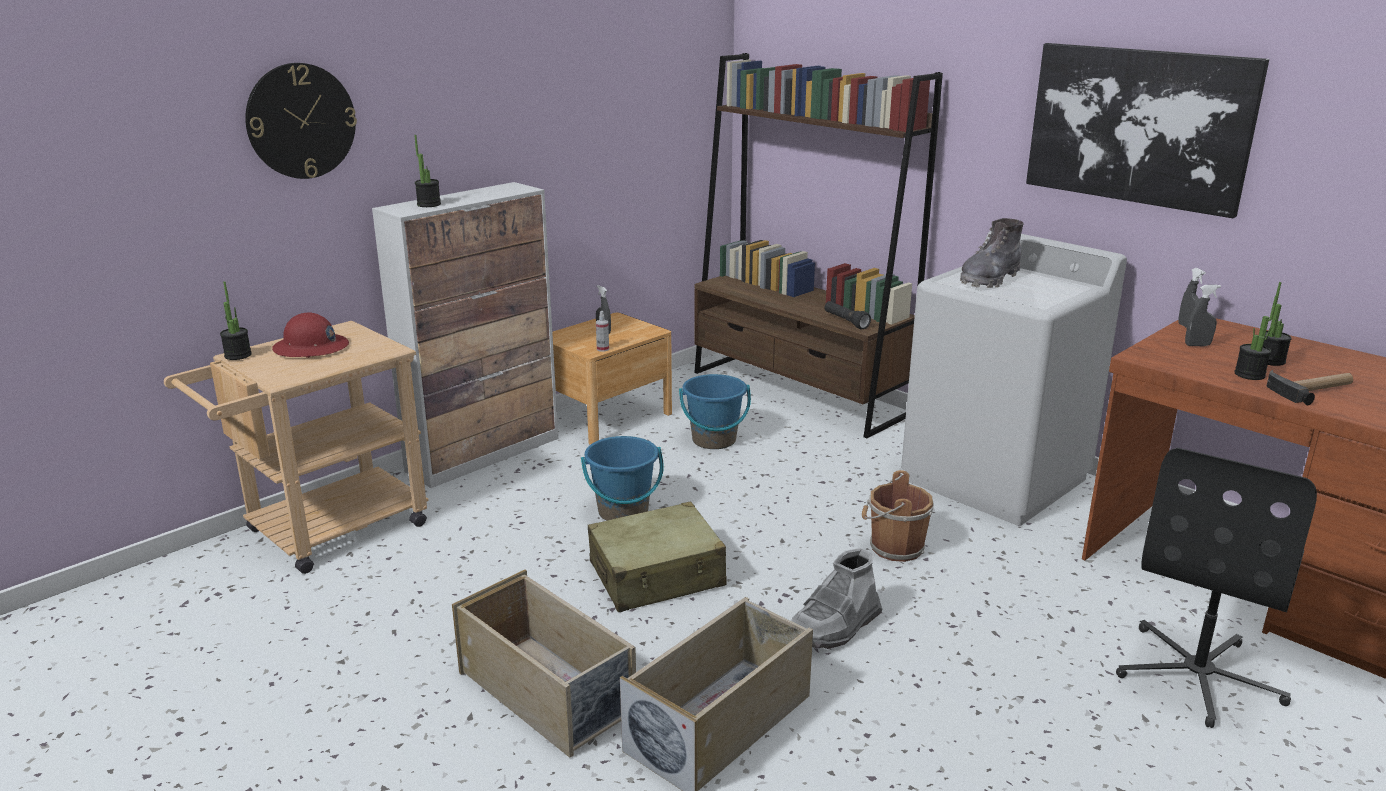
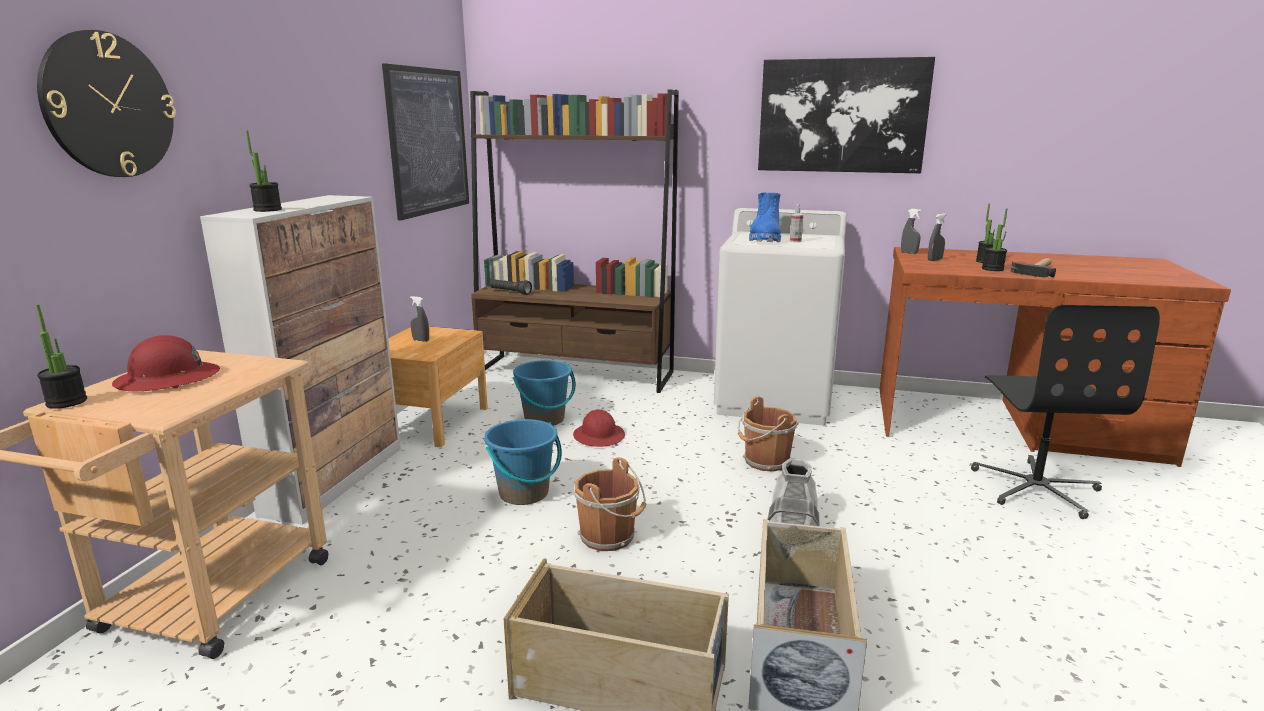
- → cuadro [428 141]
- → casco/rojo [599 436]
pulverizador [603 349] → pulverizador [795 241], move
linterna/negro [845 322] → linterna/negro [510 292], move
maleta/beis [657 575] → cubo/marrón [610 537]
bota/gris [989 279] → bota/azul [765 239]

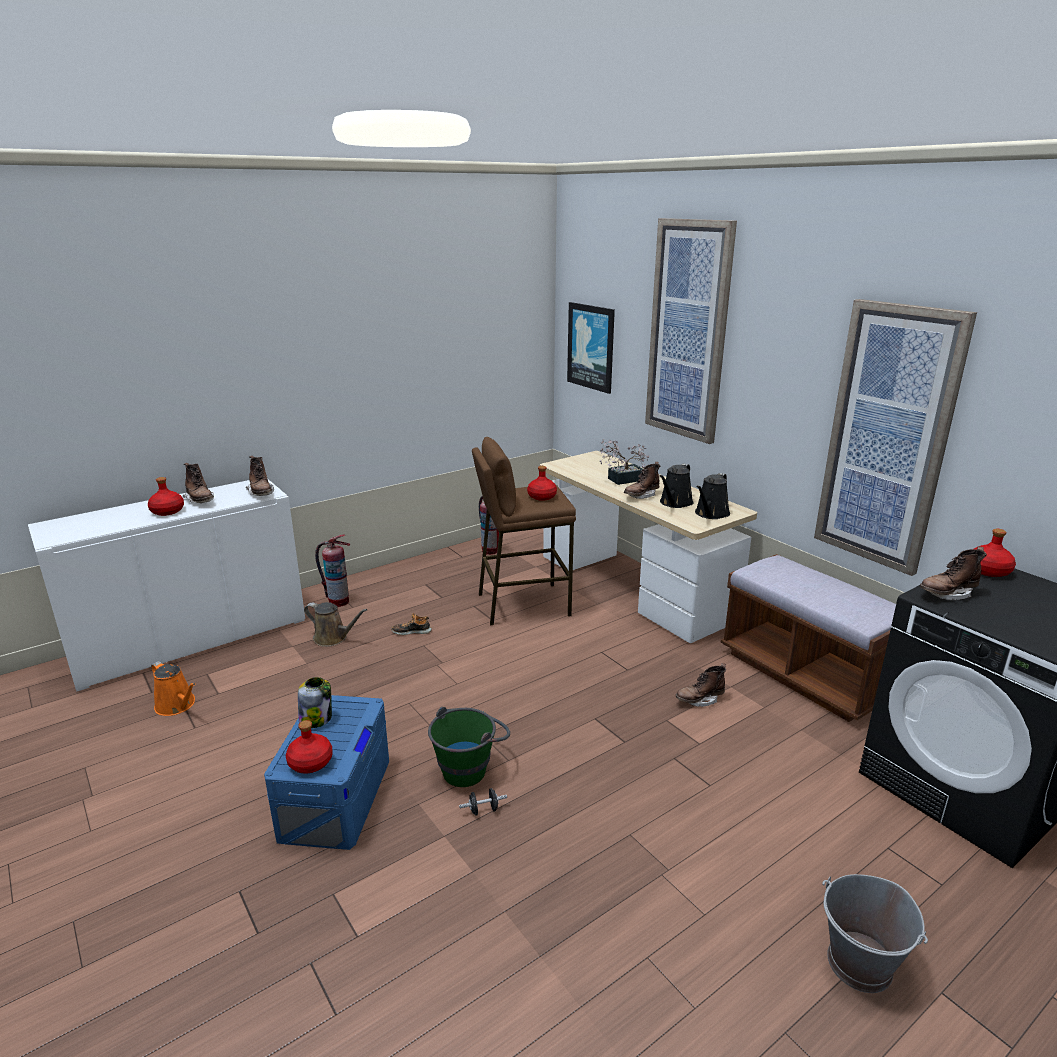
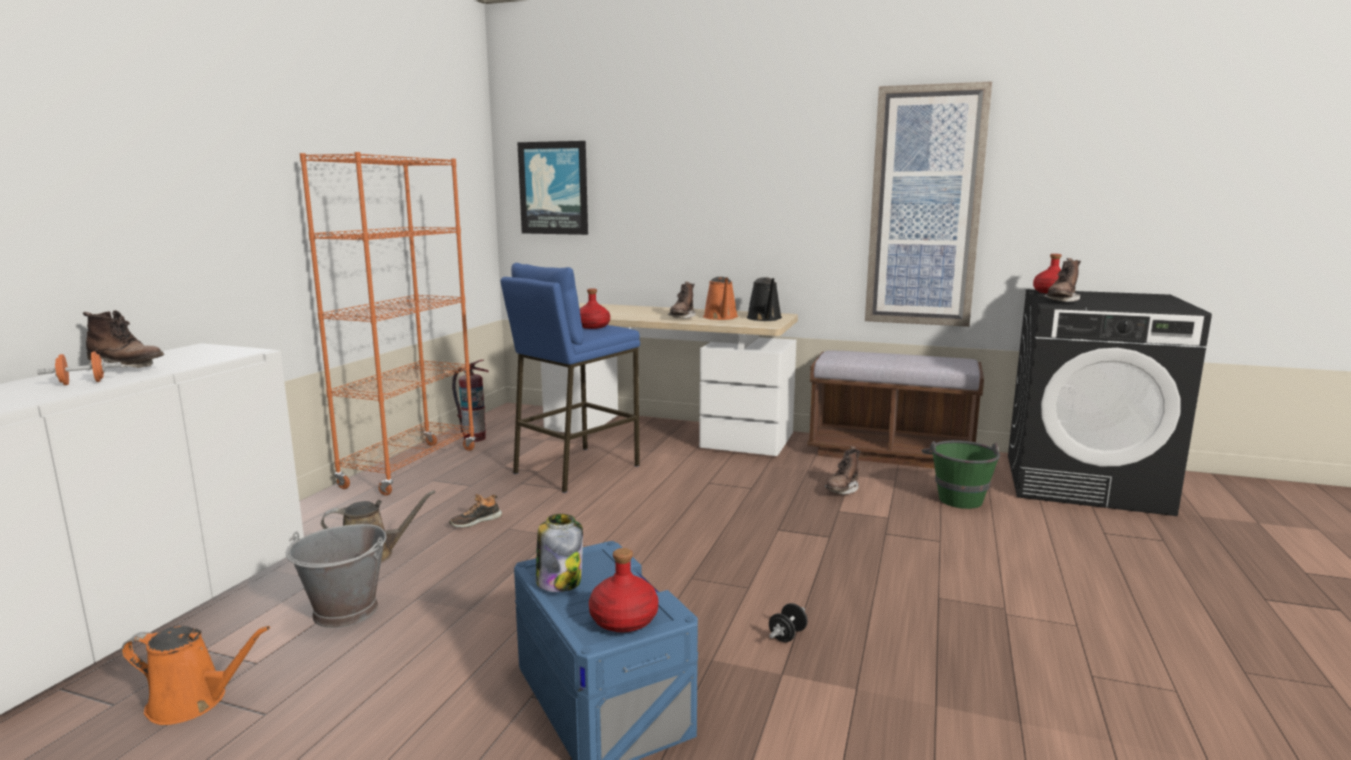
bota/marrón [261 493] → -
extintor [338 601] → -
planta en maceta [622 480] → -
cuadro [689 331] → -
- → estantería/naranja [411 468]
cubo/verde [470 766] → cubo/verde [957 496], move
cubo/gris [860 965] → cubo/gris [346 611], move
botella/rojo [168 511] → mancuerna/naranja [82 383]
taburete/marrón [522 604] → taburete/azul [575 469]
regadera/negro [675 503] → regadera/naranja [721 317]

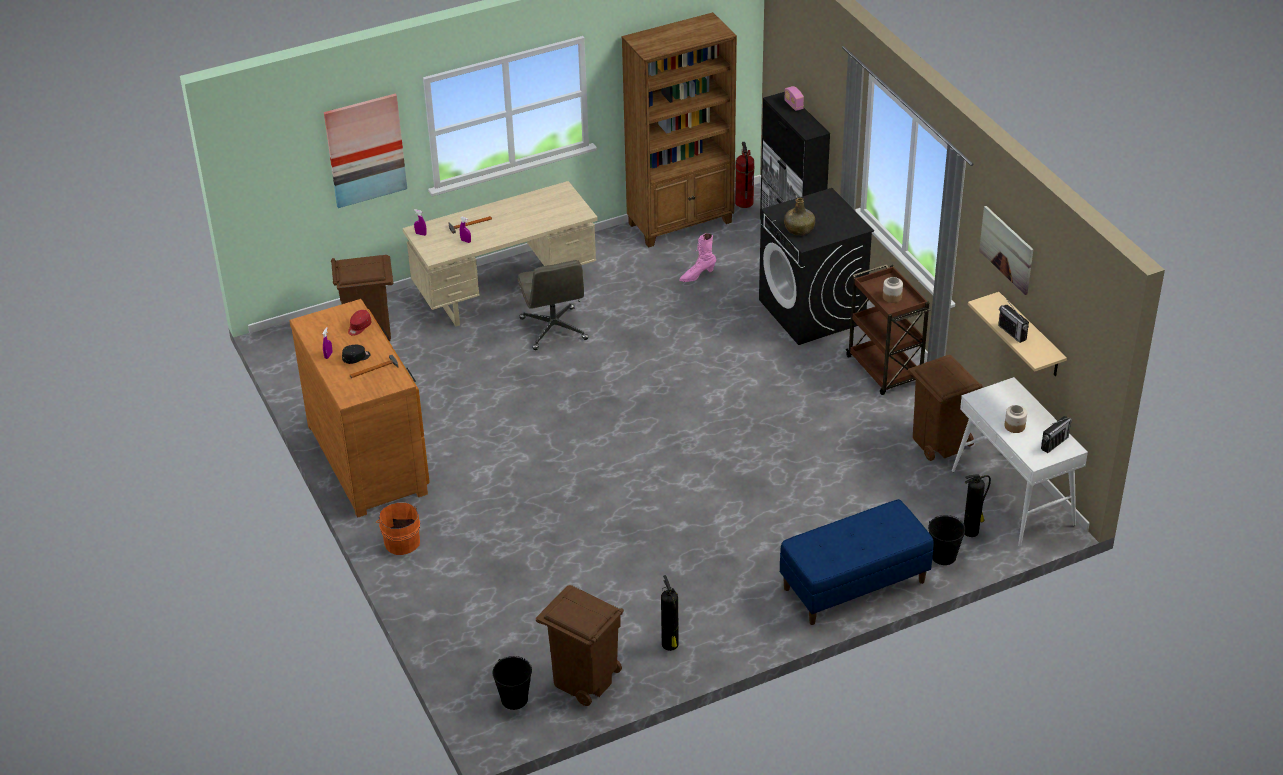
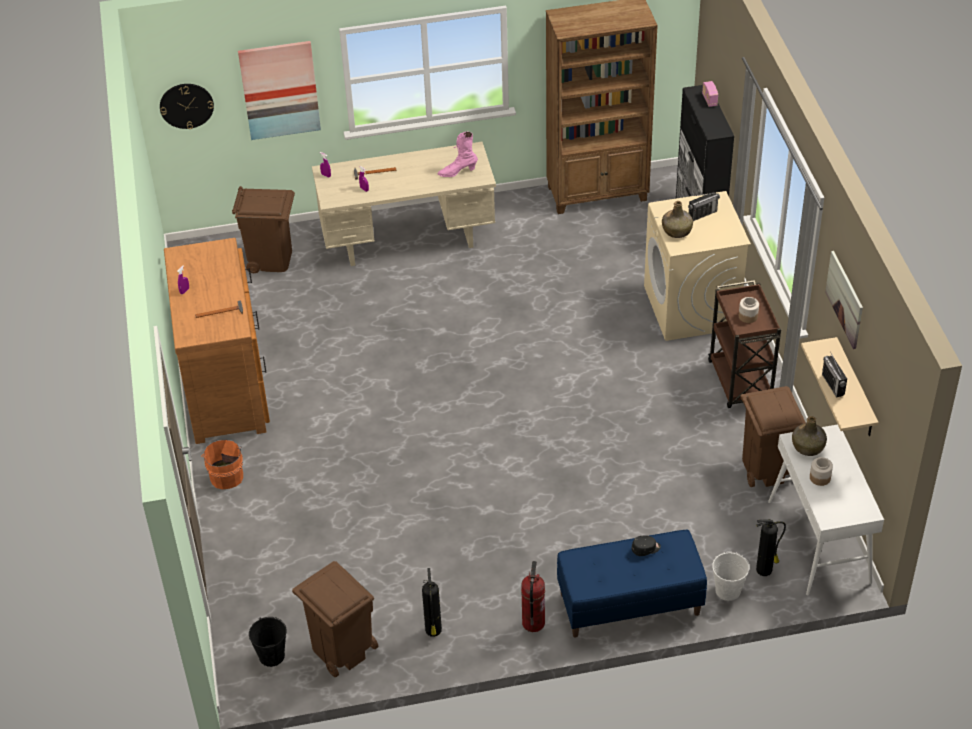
gorra/rojo [359 327] → -
silla de oficina/gris [554 329] → -
- → reloj de pared [186 105]
- → botella/verde [808 446]
gorra/negro [356 358] → gorra/negro [646 549], move
bota/rosa [697 275] → bota/rosa [457 172], move
extintor [744 203] → extintor [533 623], move
radio [1054 443] → radio [702 214], move
lavadora/negro [812 312] → lavadora/beis [691 308]
cubo/negro [943 556] → cubo/blanco [728 591]

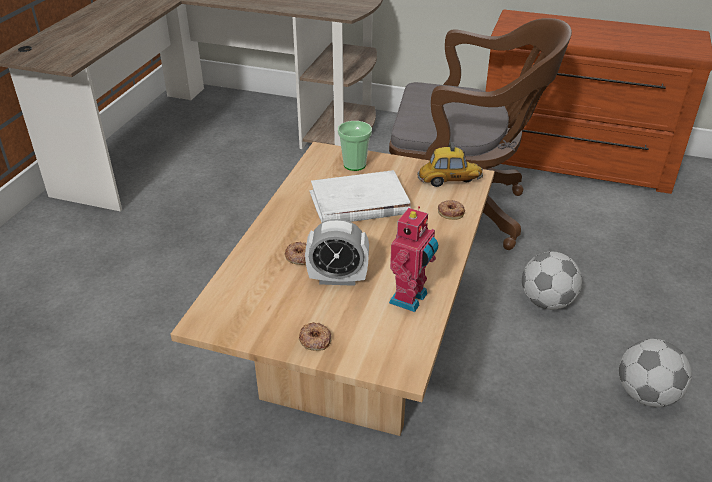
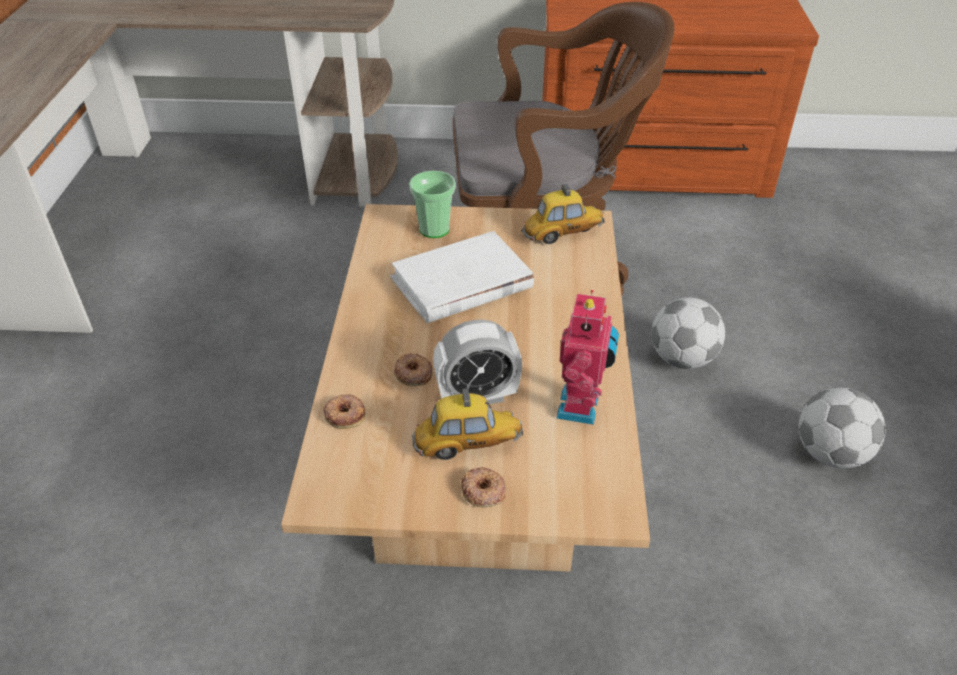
- → coche de juguete [467 444]
rosquilla [451 212] → rosquilla [345 414], move

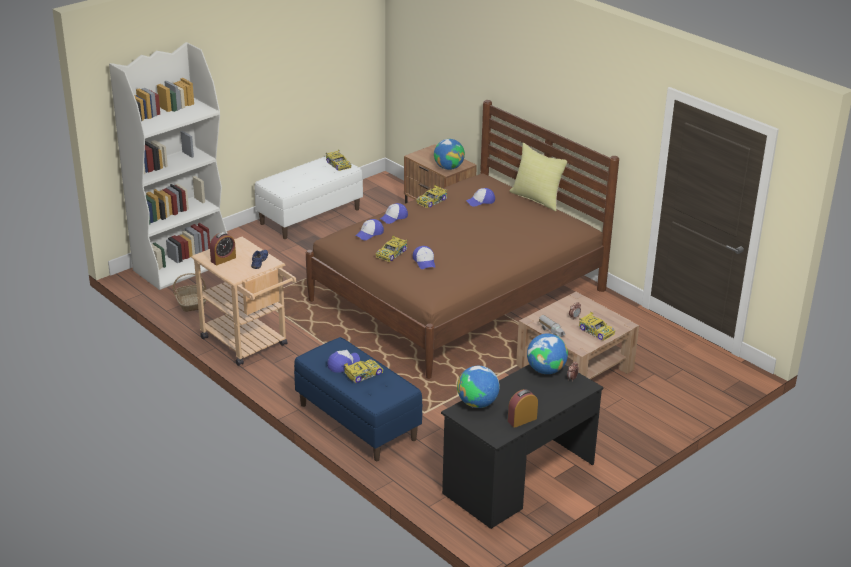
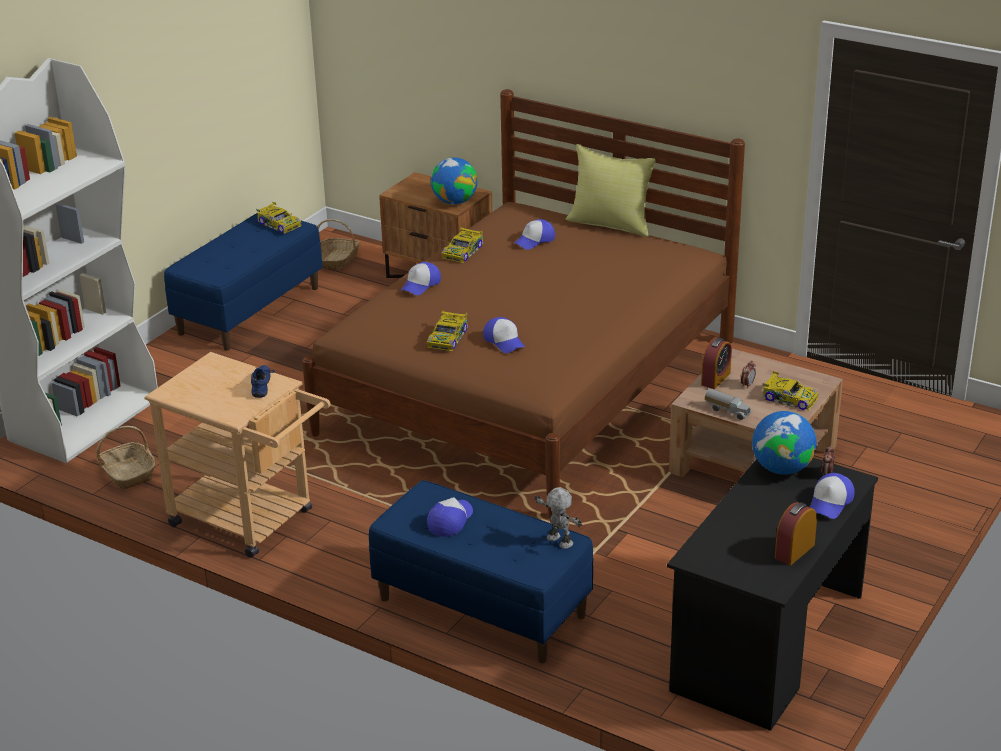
coche de juguete [362 374] → -
globo terráqueo [477 403] → -
- → cesta [337 260]
- → robot de juguete [558 541]
despertador [223 259] → despertador [715 379], move
gorra [369 234] → gorra [830 502], move
banco/blanco [310 216] → banco/azul [249 310]

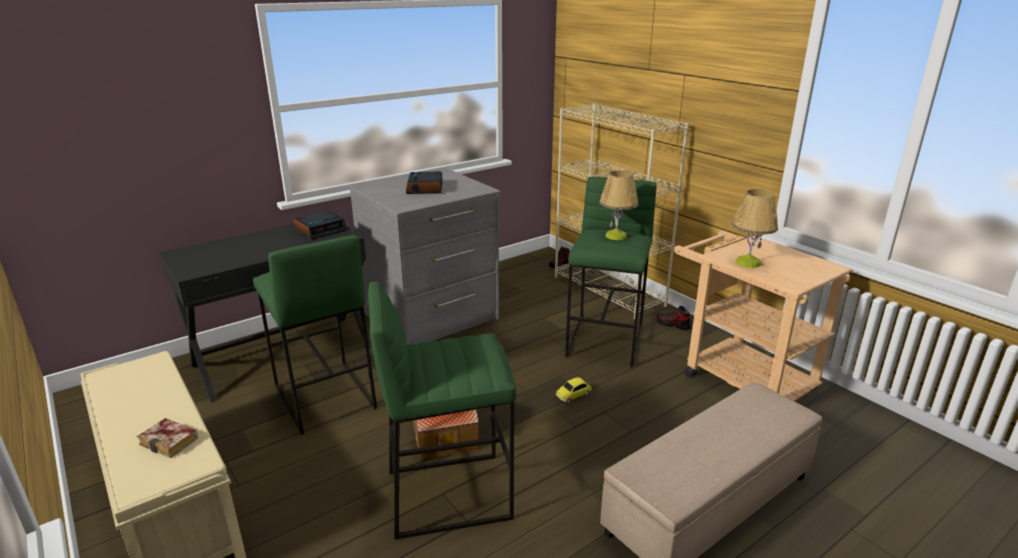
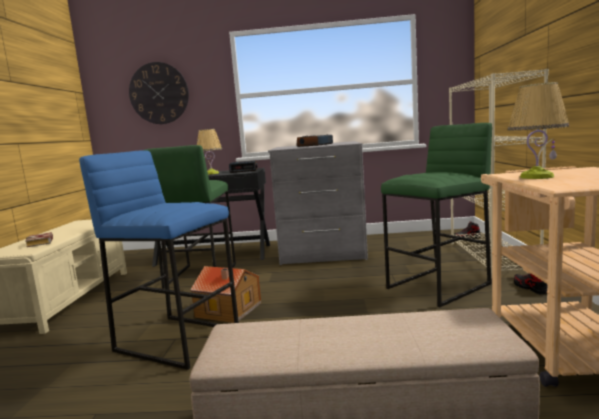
coche de juguete [573 395] → -
- → reloj de pared [159 93]
lámpara de mesa [616 236] → lámpara de mesa [211 173], move
taburete/verde [448 493] → taburete/azul [178 339]

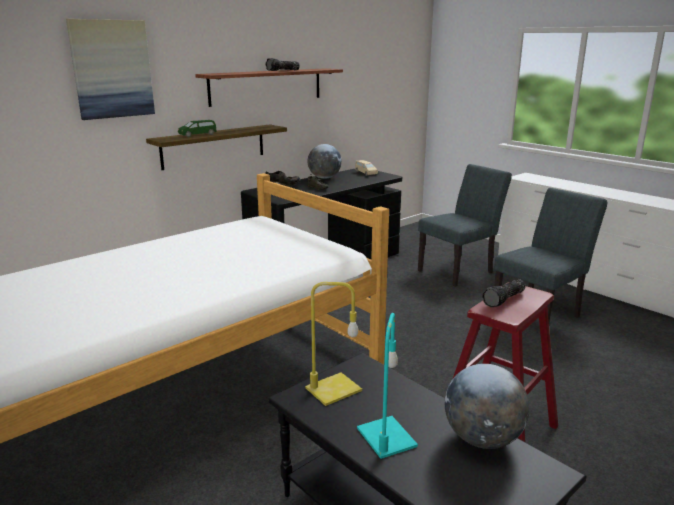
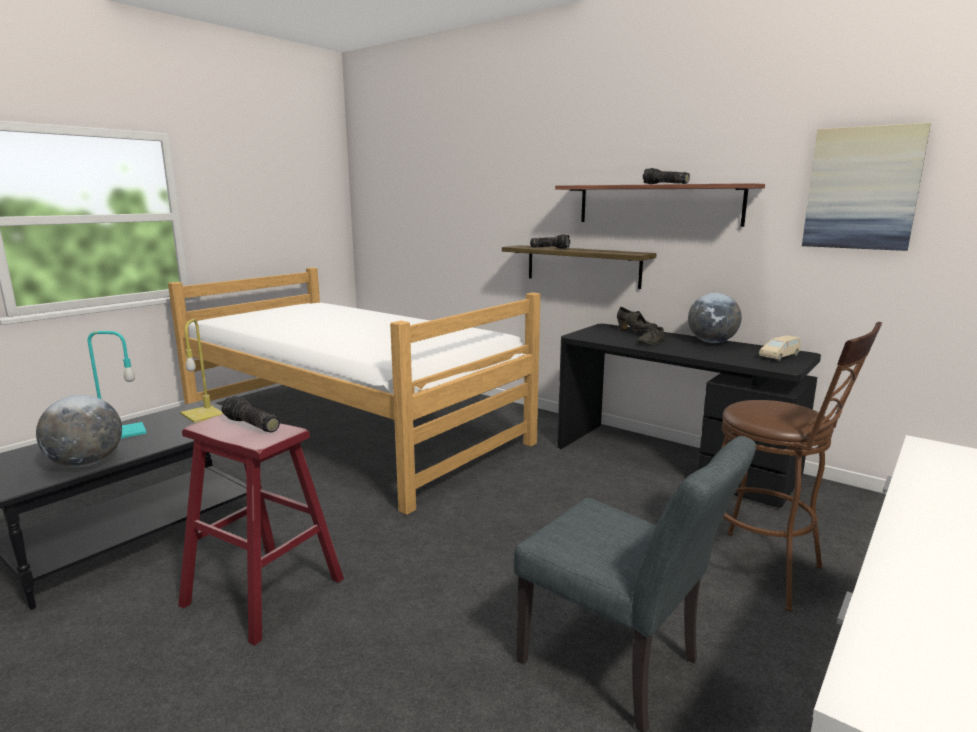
cuadro [112 69] → cuadro [862 188], move
coche de juguete/verde [197 135] → linterna [550 248]
silla/gris [459 270] → taburete/marrón [768 572]

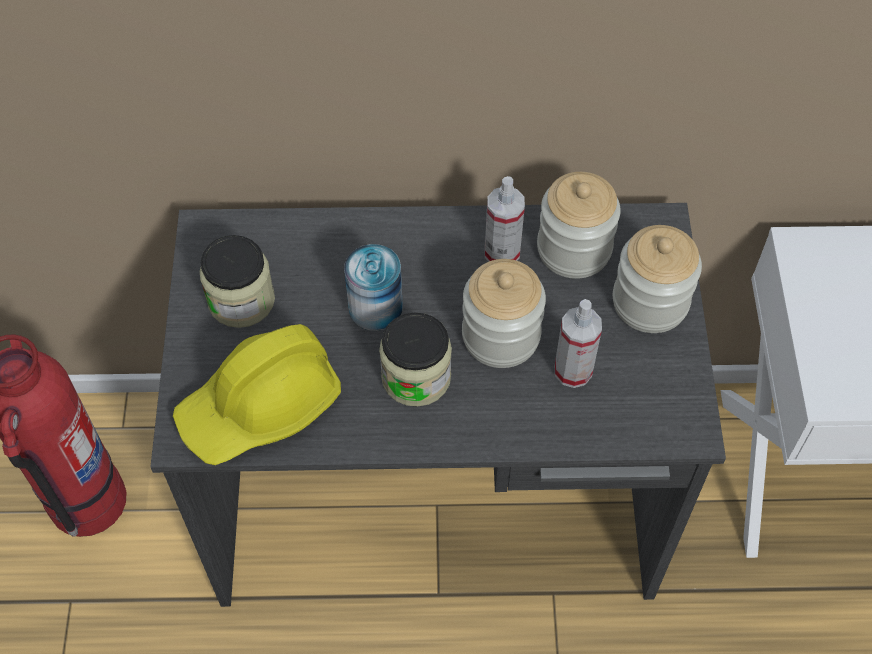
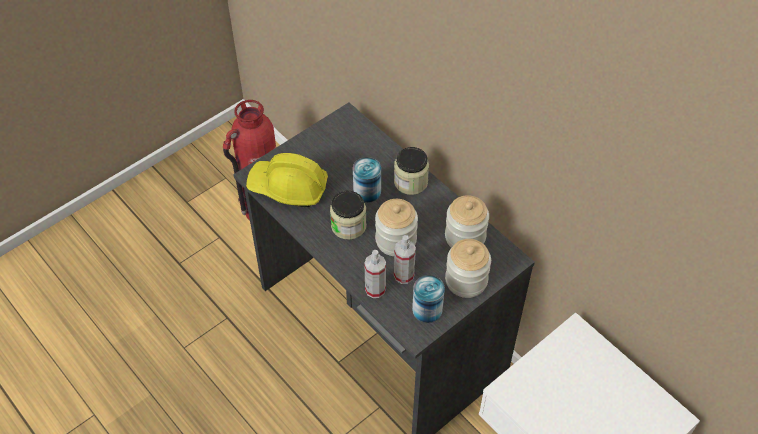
- → lata [427 309]
tarro [241 300] → tarro [411 182], move
pulverizador [502 253] → pulverizador [375 289], move

